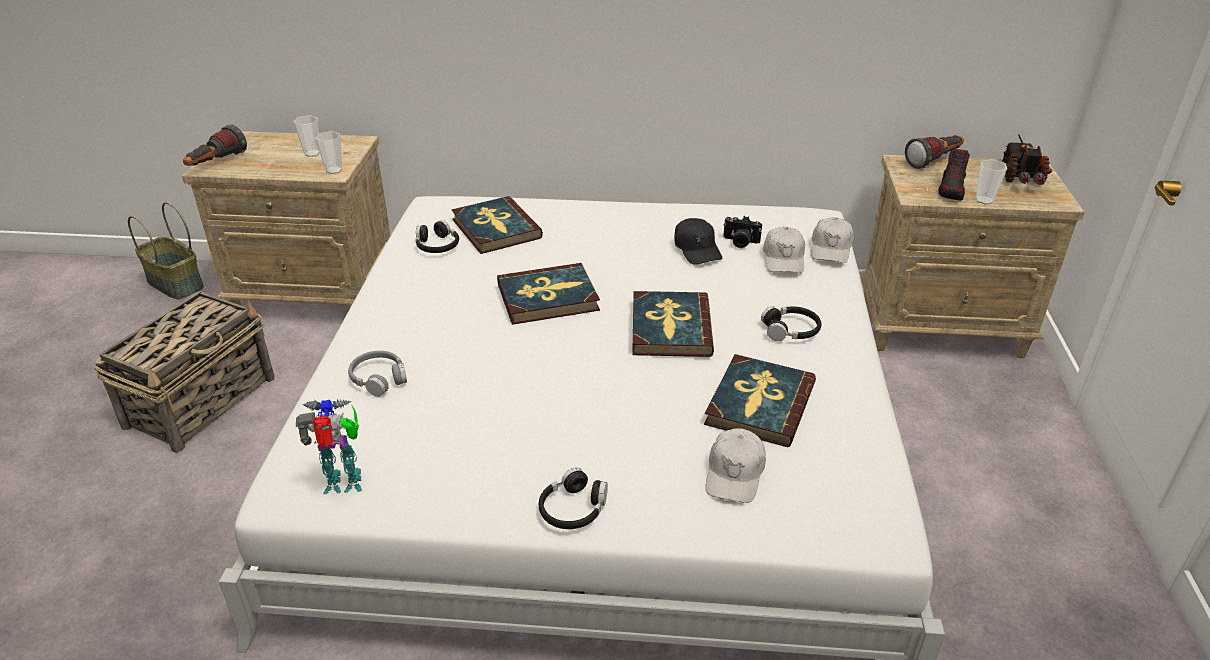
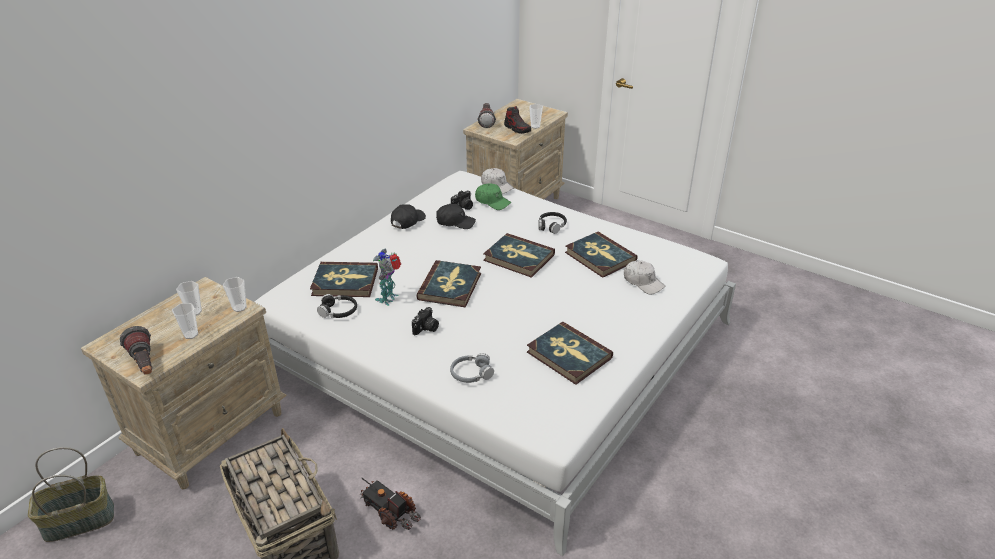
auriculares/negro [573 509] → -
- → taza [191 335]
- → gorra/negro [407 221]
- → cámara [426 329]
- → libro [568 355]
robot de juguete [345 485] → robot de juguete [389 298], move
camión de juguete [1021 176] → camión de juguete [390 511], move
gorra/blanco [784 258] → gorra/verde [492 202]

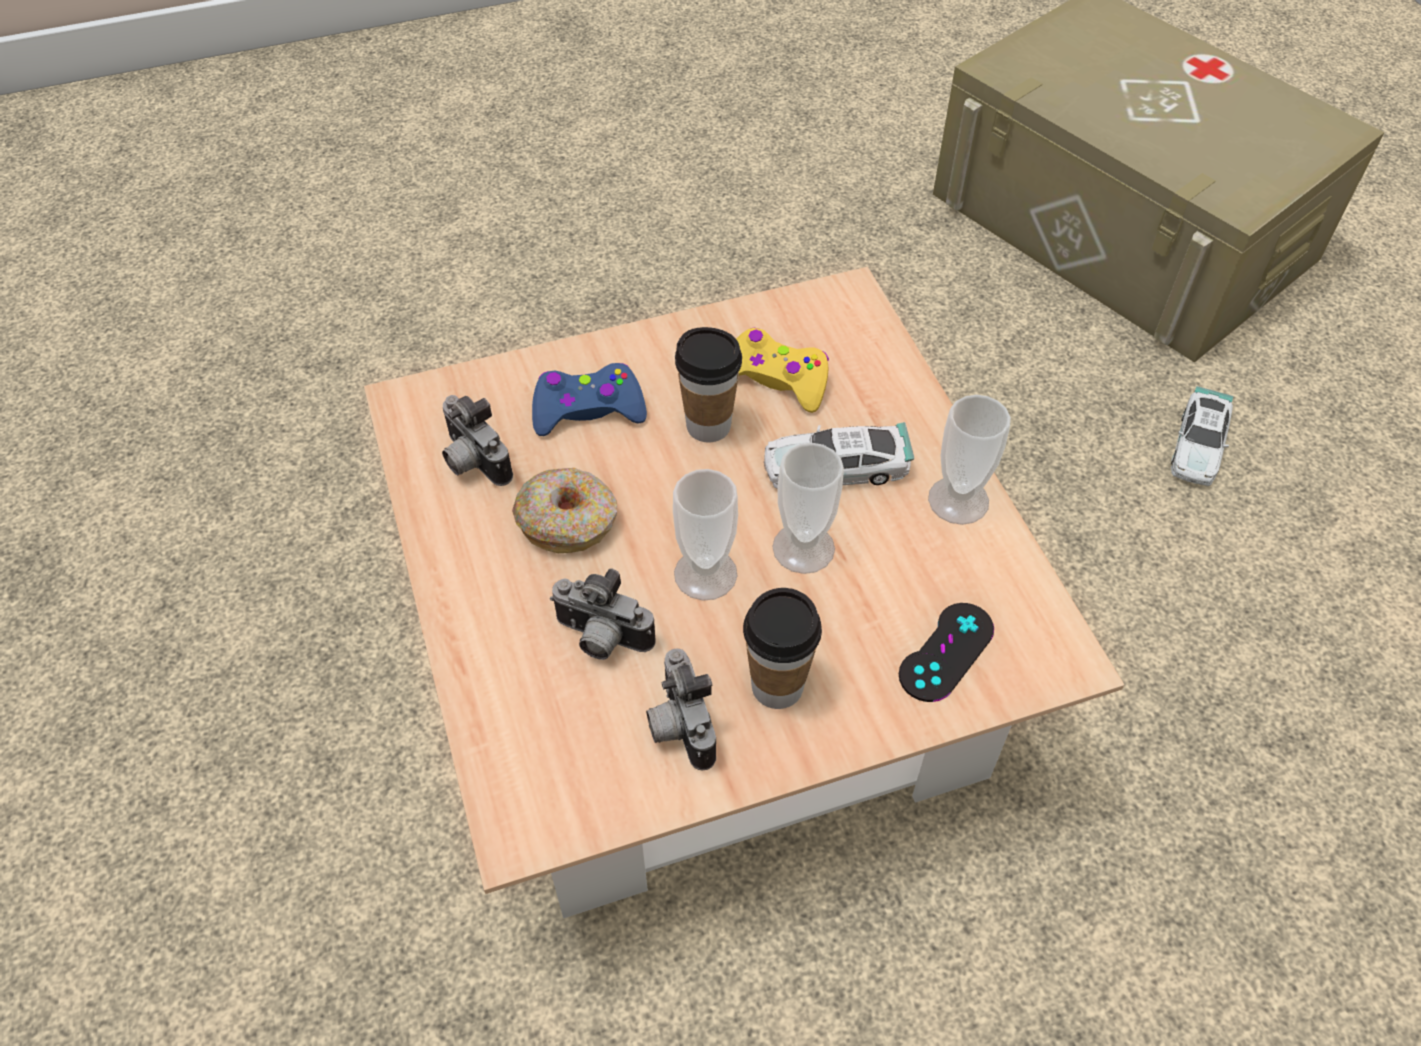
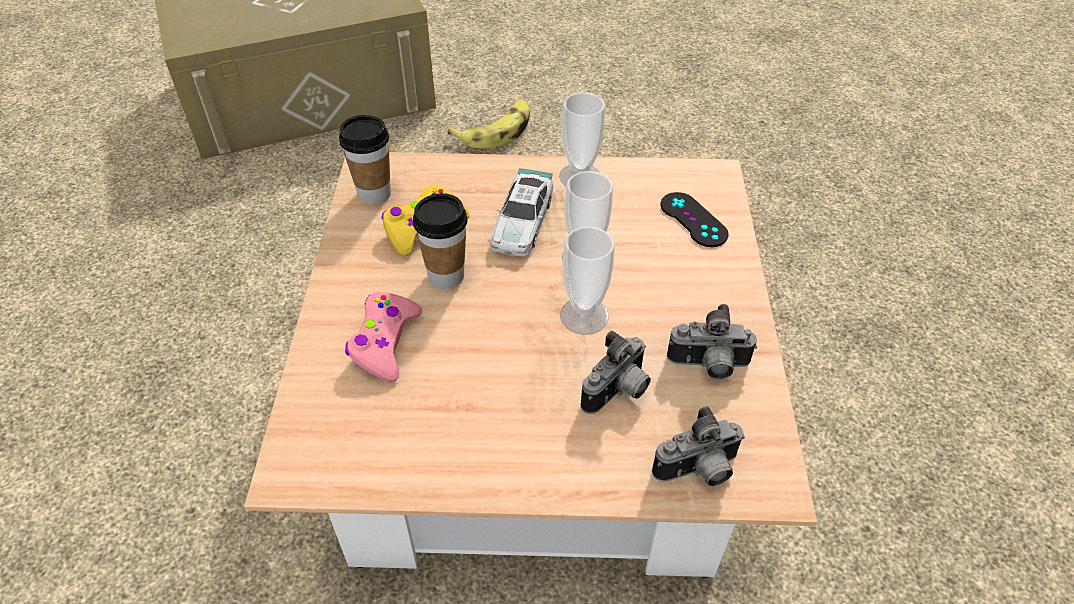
rosquilla [568 521] → -
cámara [472 462] → cámara [698 471], move
taza [777 686] → taza [374 194], move
coche de juguete [1198 446] → plátano [496 131]
mando de consola/azul [588 410] → mando de consola/rosa [385 343]

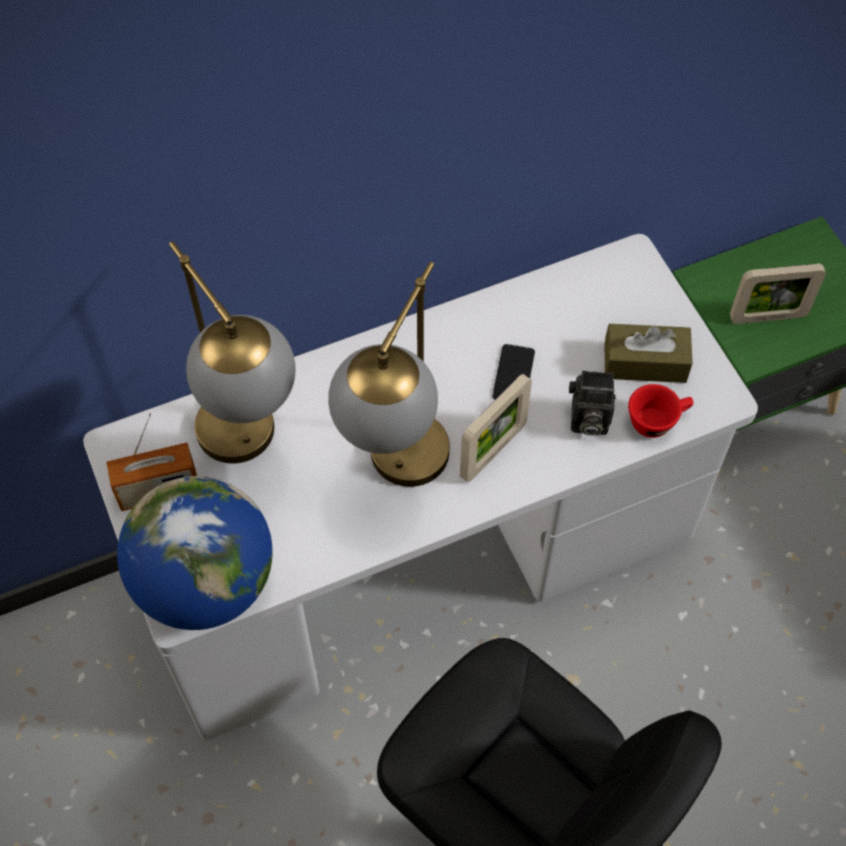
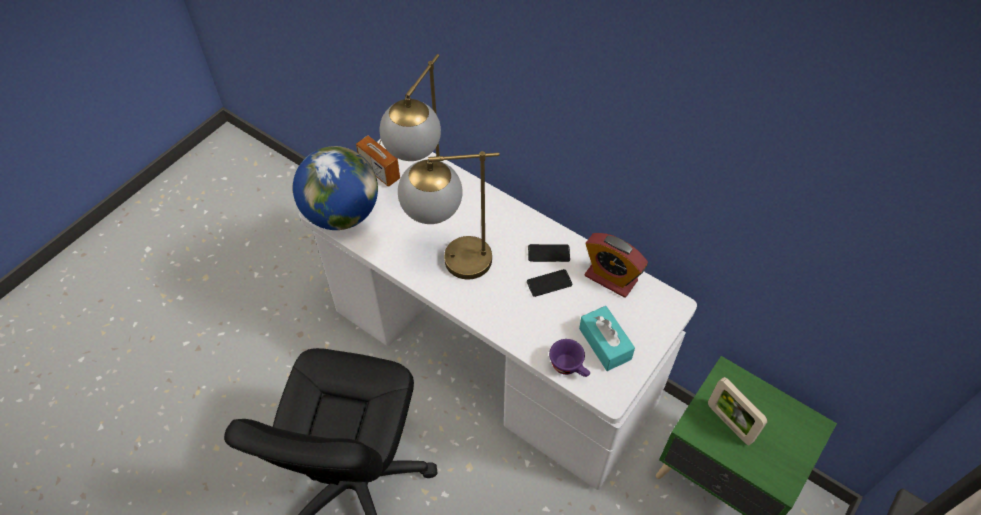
portarretratos [493 451] → -
cámara [586 421] → -
- → móvil [548 253]
- → despertador [610 278]
caja de pañuelos/marrón [645 363] → caja de pañuelos/turquesa [605 344]
taza/rojo [657 420] → taza/morado [570 367]

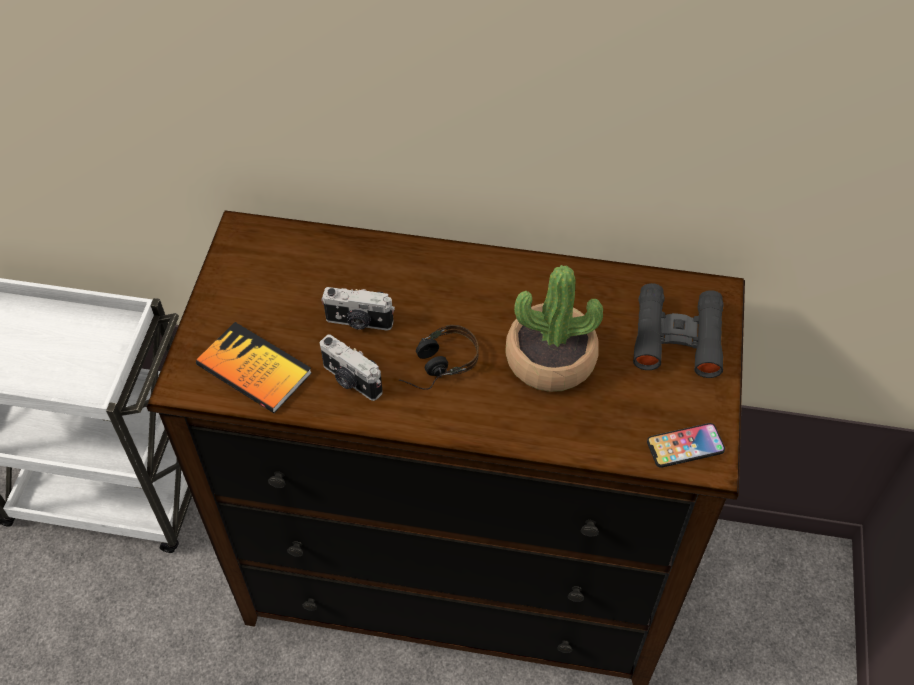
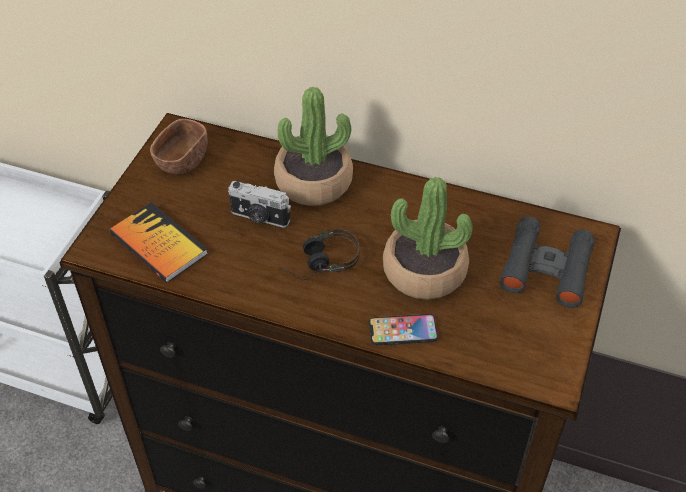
cámara [351 380] → -
- → cuenco/marrón [182 160]
- → planta en maceta [313 182]
móvil [685 446] → móvil [403 330], move

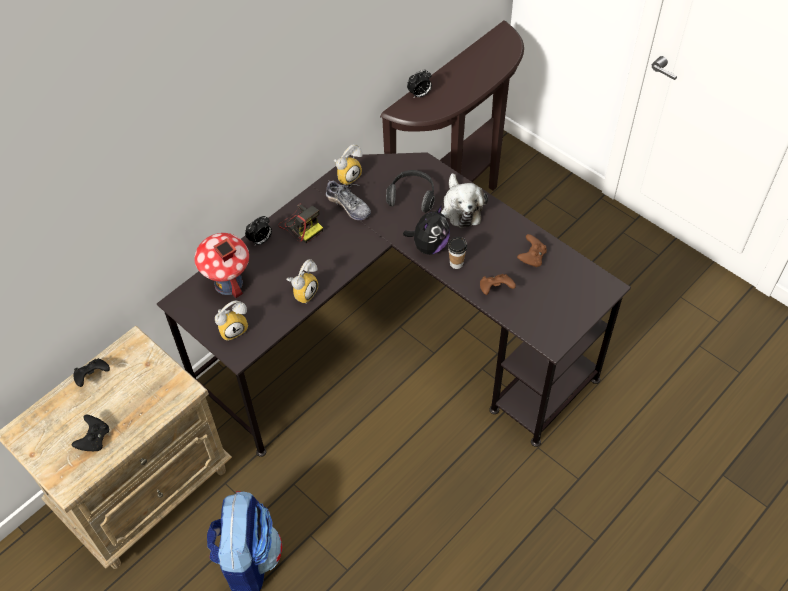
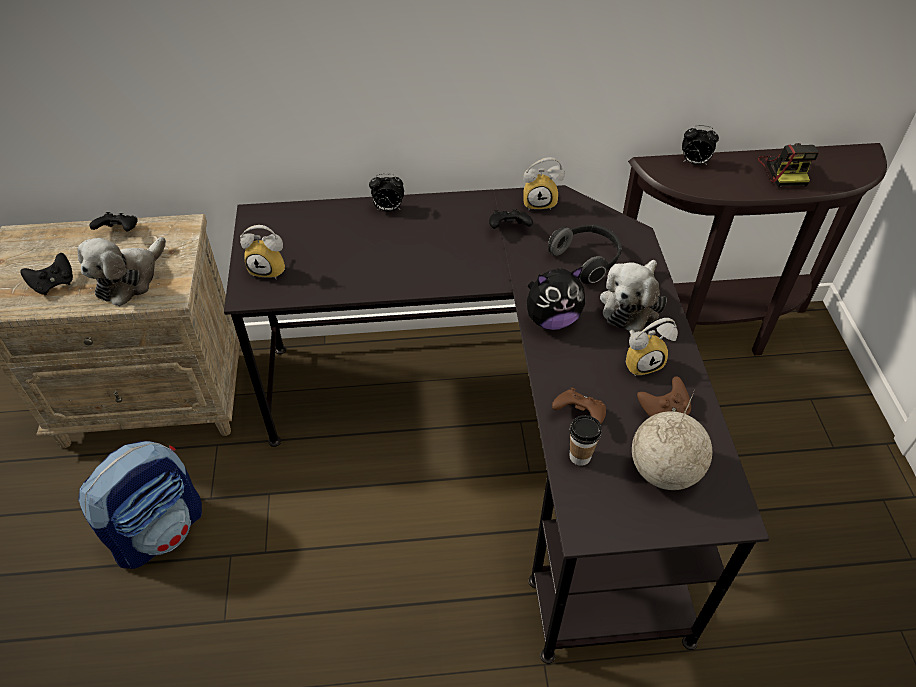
casita [228 283] → -
- → peluche [129 279]
- → globo terráqueo [665 471]
cámara [301 226] → cámara [784 170], move
despertador [303 292] → despertador [642 361], move
taza [456 263] → taza [580 456], move
zapato [348 206] → mando de consola/negro [509 229]

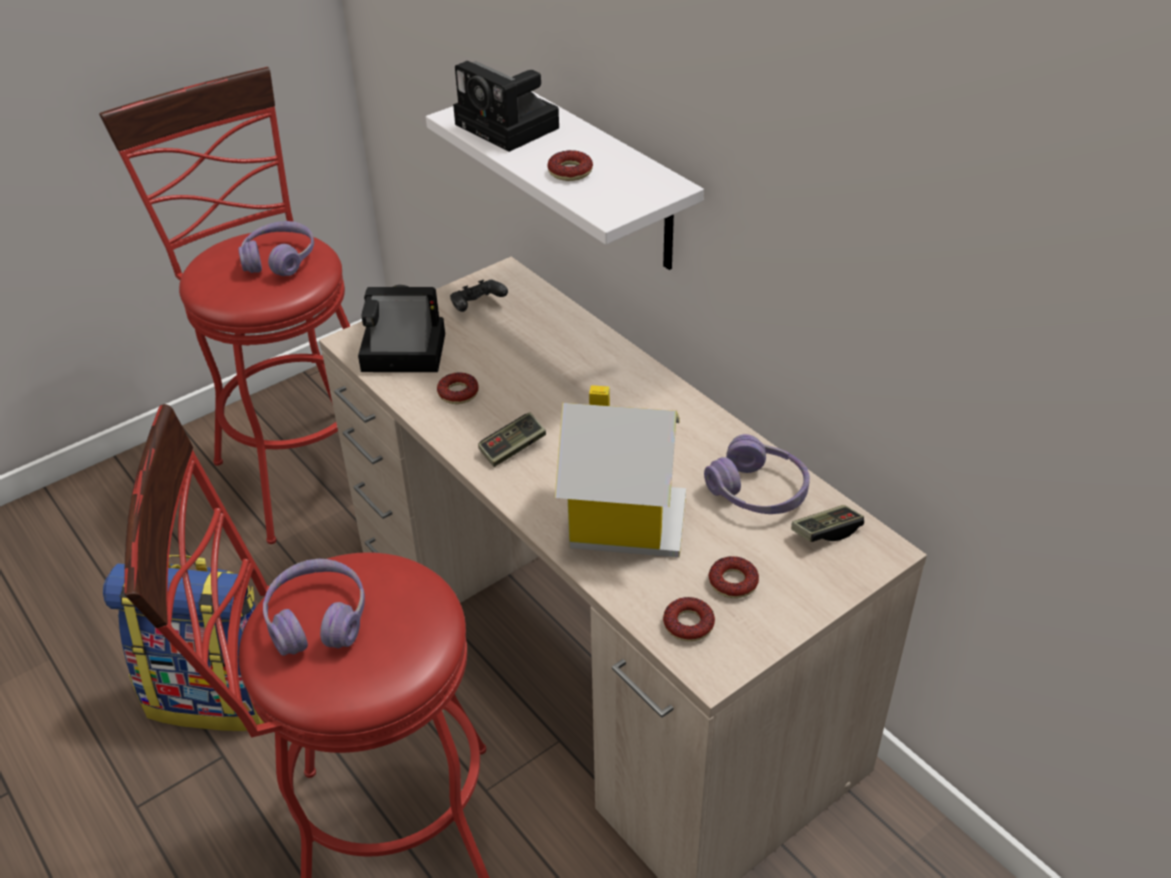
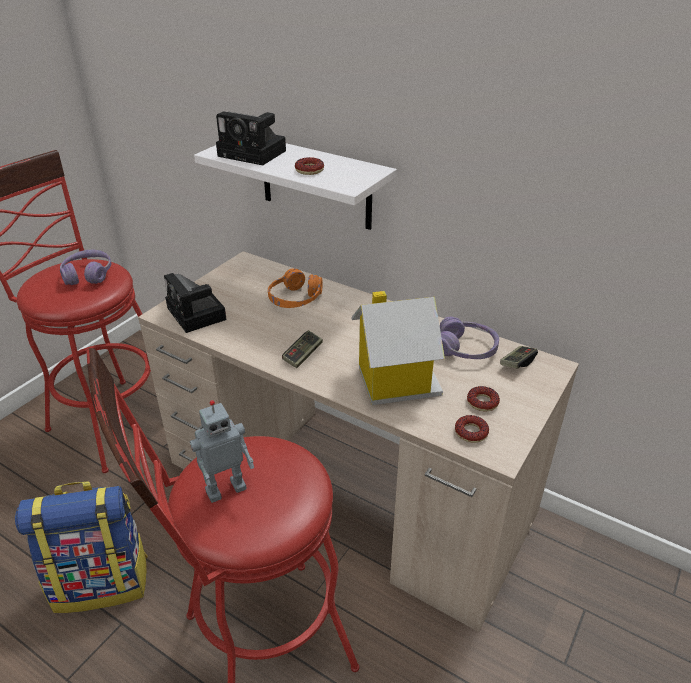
rosquilla [458 393] → -
mando de consola/negro [477 306] → -
- → auriculares/naranja [295 299]
auriculares/morado [317 619] → robot de juguete [225 488]
cámara [399 353] → cámara [198 315], 105 degrees counterclockwise

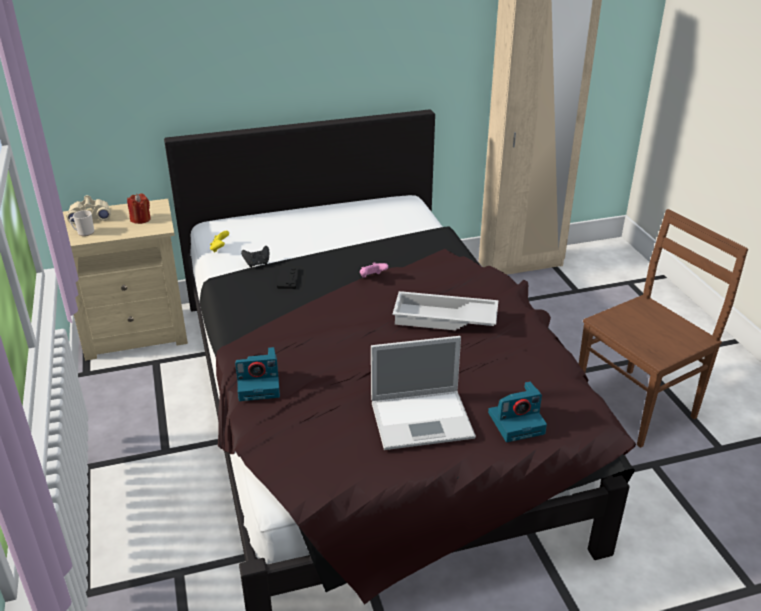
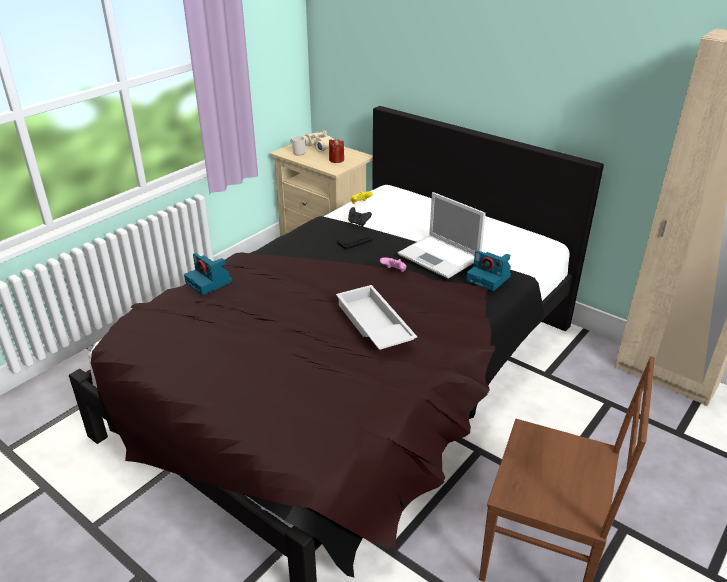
portátil [423 419] → portátil [440 257], move
cámara [517 422] → cámara [489 278], move

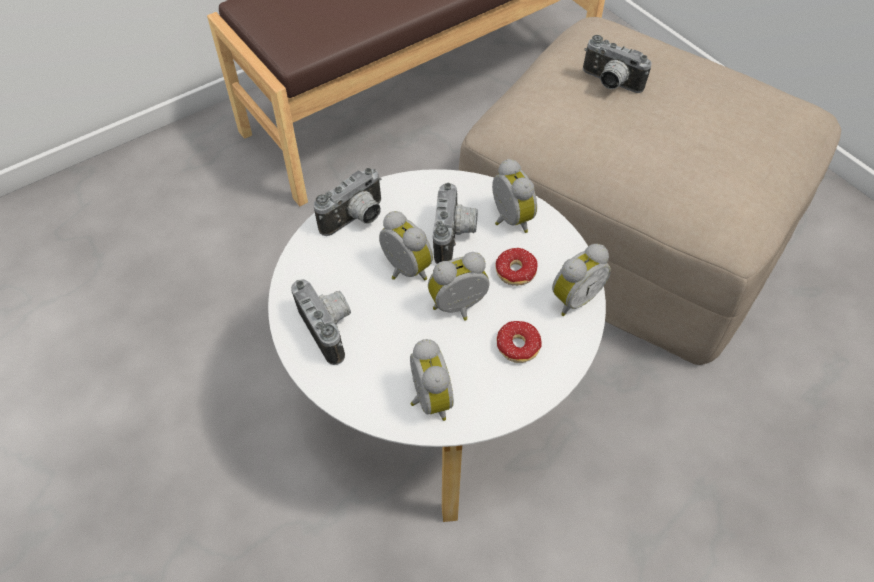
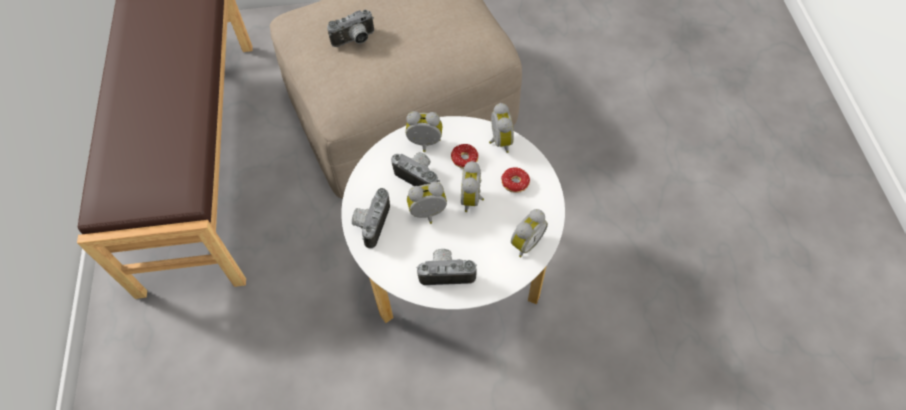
cámara [356 220] → cámara [371 223], 150 degrees counterclockwise
despertador [427 400] → despertador [525 242], 120 degrees clockwise

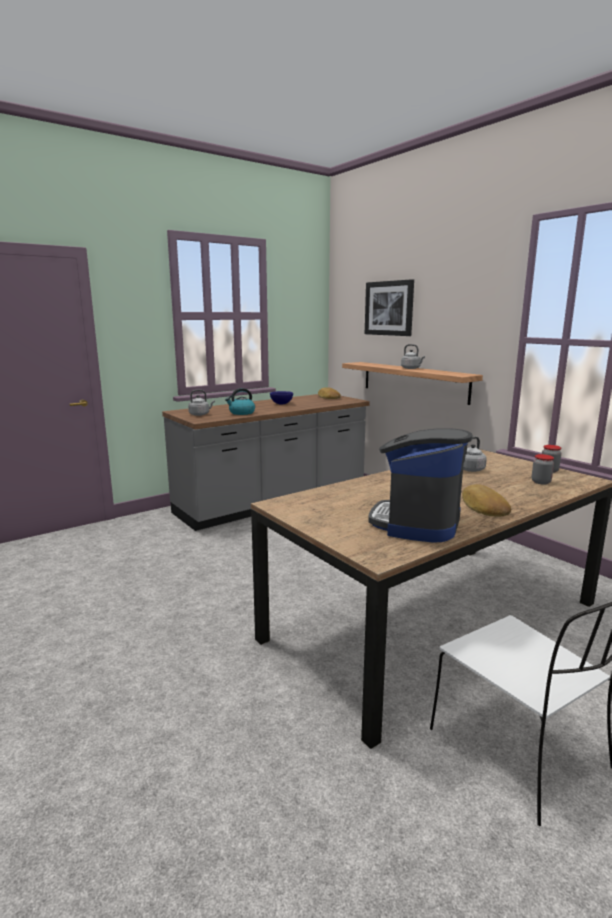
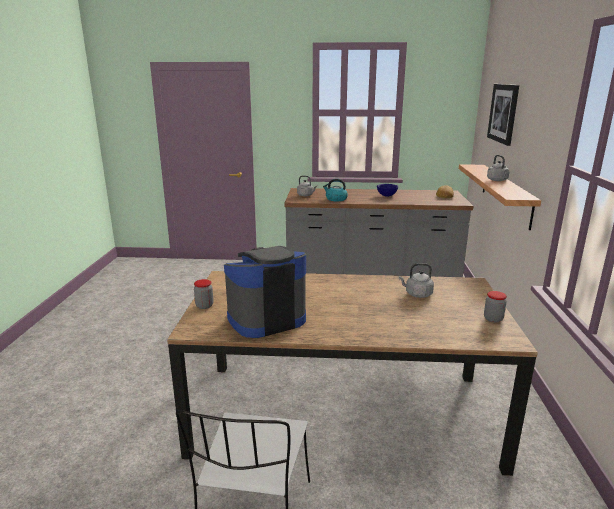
pan [483 507] → -
tarro [541 482] → tarro [204 306], move

